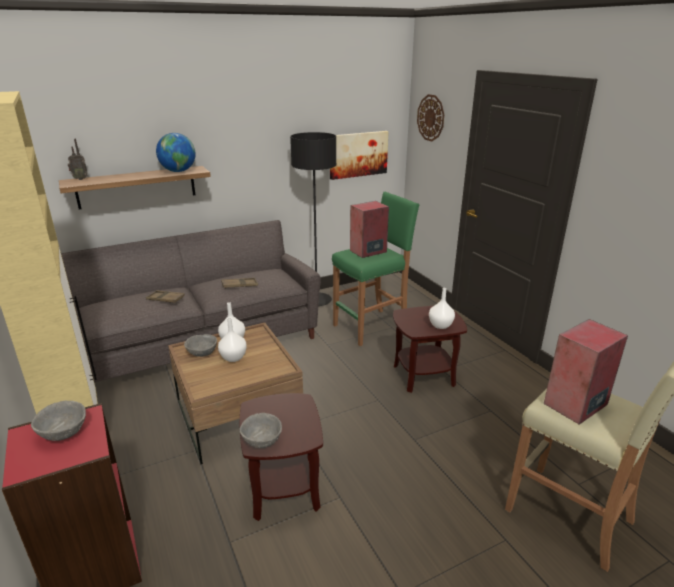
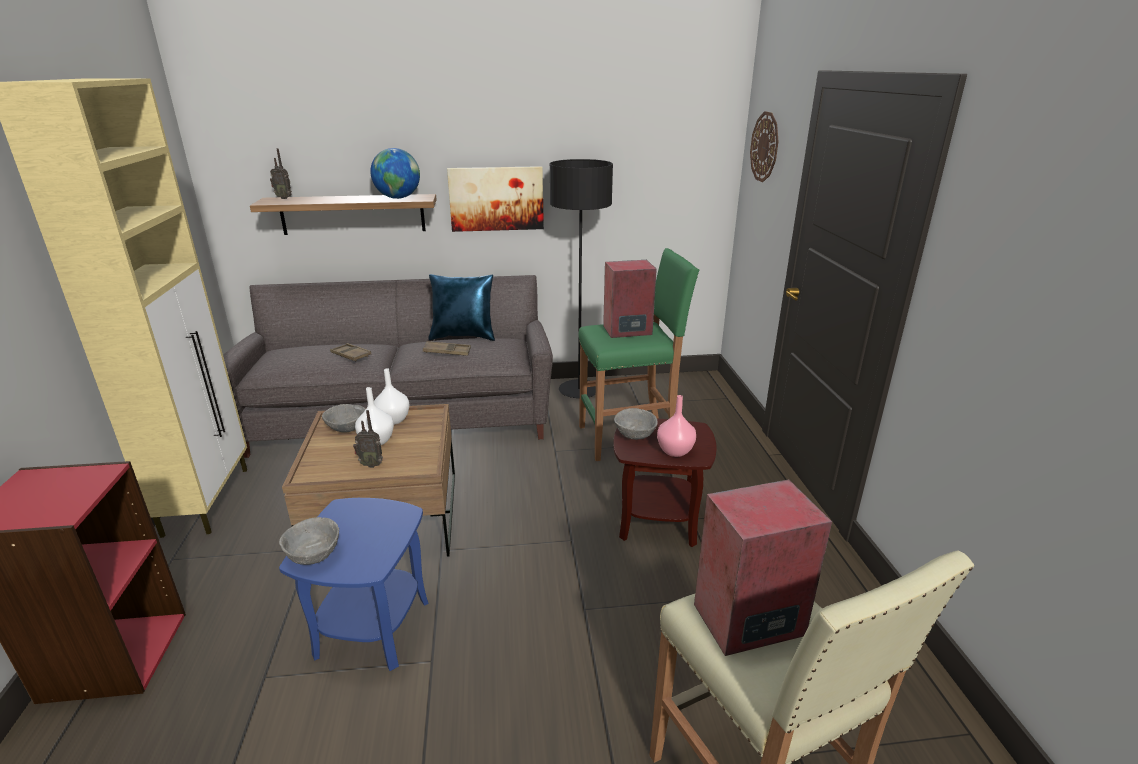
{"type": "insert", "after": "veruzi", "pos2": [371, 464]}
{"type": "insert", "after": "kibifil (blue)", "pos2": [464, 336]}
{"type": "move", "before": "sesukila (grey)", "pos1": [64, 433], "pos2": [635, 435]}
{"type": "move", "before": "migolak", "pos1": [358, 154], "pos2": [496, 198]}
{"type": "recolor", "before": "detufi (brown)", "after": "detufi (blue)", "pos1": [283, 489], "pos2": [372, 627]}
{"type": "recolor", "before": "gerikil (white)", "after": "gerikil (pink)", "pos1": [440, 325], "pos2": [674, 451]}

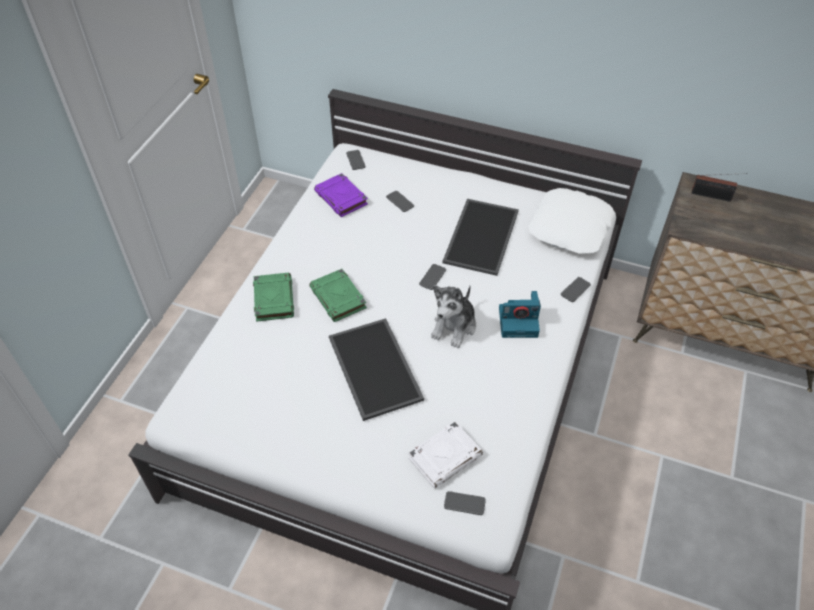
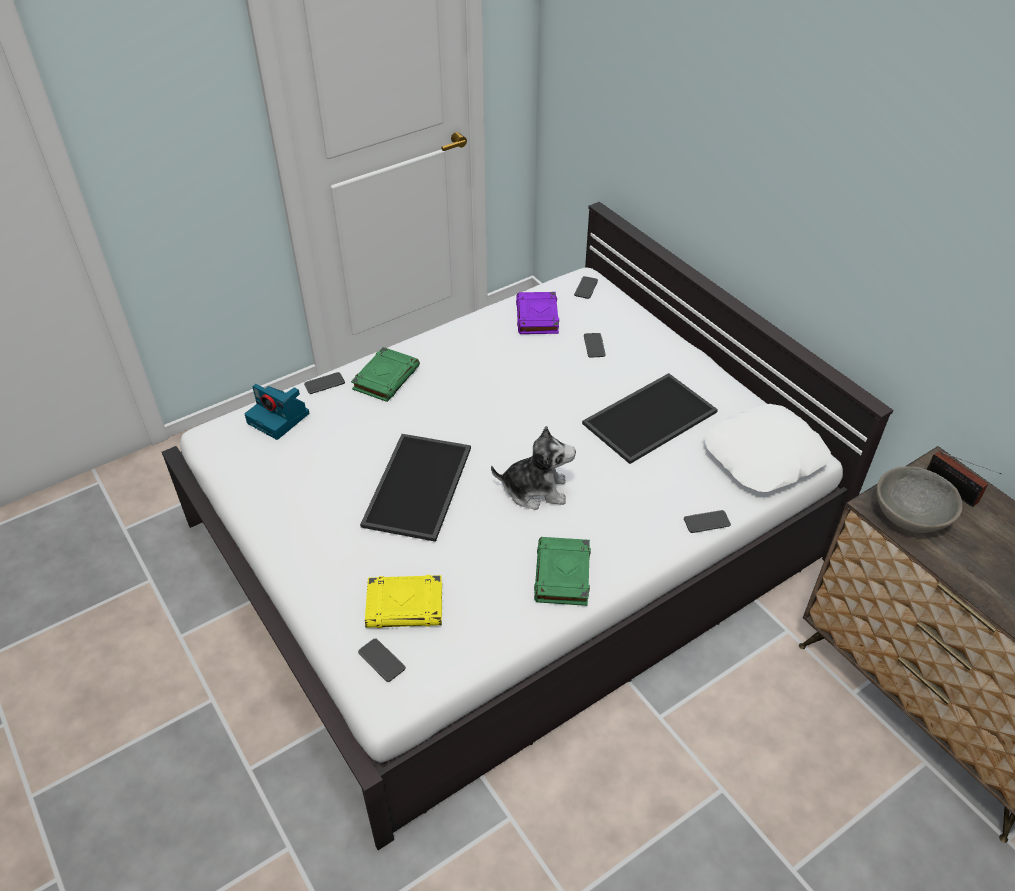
{"type": "insert", "after": "sesukila (grey)", "pos2": [910, 515]}
{"type": "move", "before": "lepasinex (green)", "pos1": [338, 298], "pos2": [563, 575]}
{"type": "move", "before": "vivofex", "pos1": [432, 277], "pos2": [324, 384]}
{"type": "move", "before": "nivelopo", "pos1": [519, 321], "pos2": [279, 418]}
{"type": "recolor", "before": "lepasinex (white)", "after": "lepasinex (yellow)", "pos1": [445, 456], "pos2": [405, 605]}
{"type": "rotate", "before": "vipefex", "pos1": [454, 326], "pos2": [535, 490], "turn": -150}

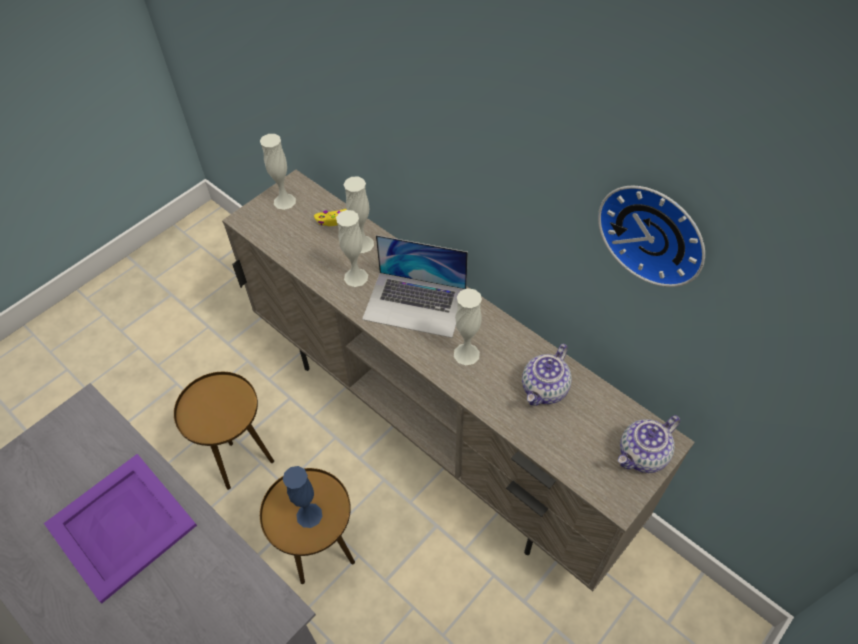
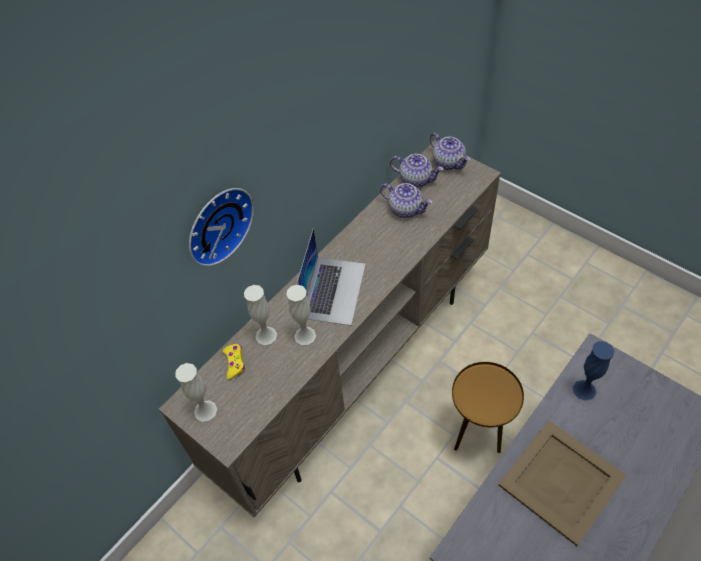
{"type": "delete", "before": "detufi (brown)", "pos1": [243, 464]}
{"type": "delete", "before": "gerikil (white)", "pos1": [466, 354]}
{"type": "insert", "after": "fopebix", "pos2": [416, 179]}
{"type": "move", "before": "gerikil (blue)", "pos1": [309, 515], "pos2": [584, 390]}
{"type": "move", "before": "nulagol", "pos1": [655, 232], "pos2": [217, 224]}
{"type": "recolor", "before": "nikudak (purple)", "after": "nikudak (beige)", "pos1": [121, 526], "pos2": [562, 480]}

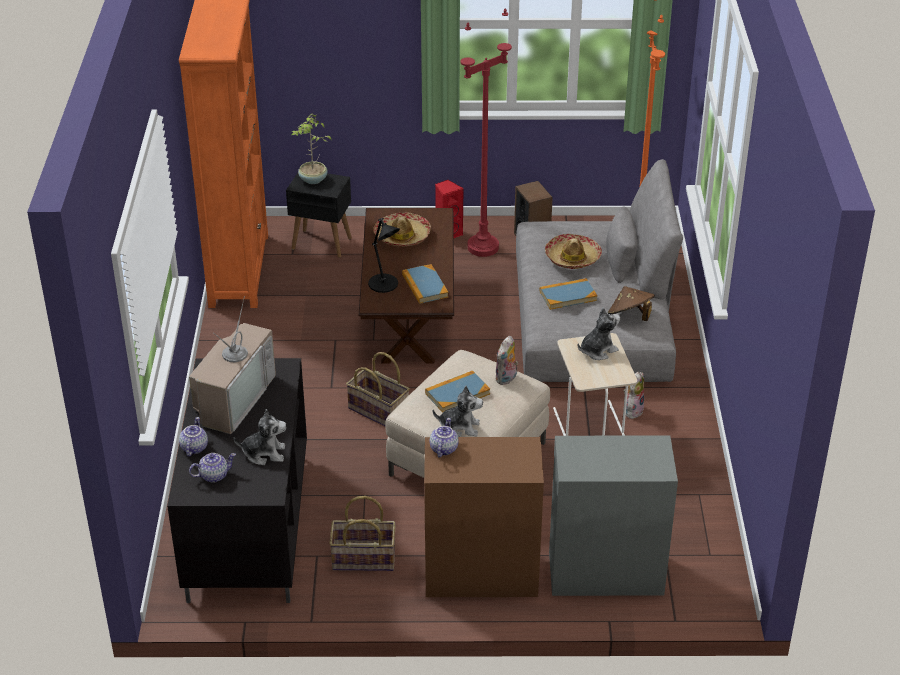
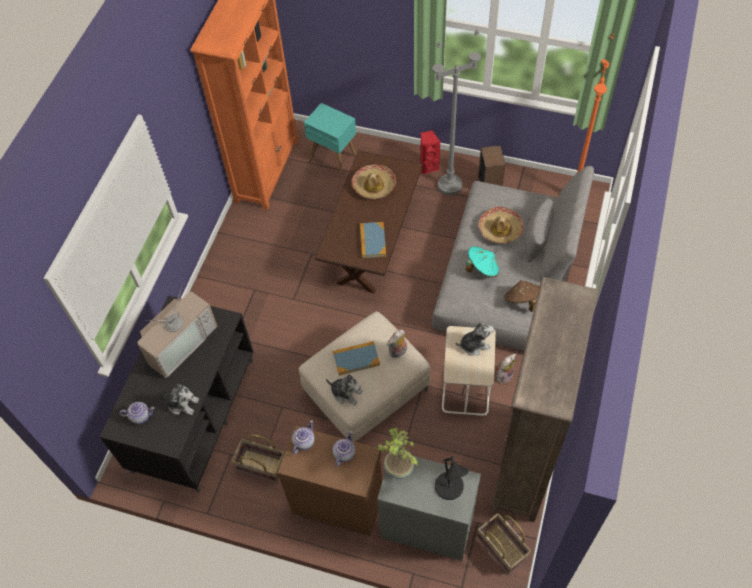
{"type": "insert", "after": "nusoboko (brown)", "pos2": [524, 464]}
{"type": "move", "before": "fopebix", "pos1": [193, 447], "pos2": [344, 453]}
{"type": "move", "before": "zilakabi", "pos1": [313, 180], "pos2": [399, 468]}
{"type": "move", "before": "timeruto", "pos1": [379, 411], "pos2": [502, 548]}
{"type": "move", "before": "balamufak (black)", "pos1": [384, 285], "pos2": [450, 488]}
{"type": "replace", "before": "lepasinex", "after": "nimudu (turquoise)", "pos1": [568, 296], "pos2": [482, 268]}
{"type": "recolor", "before": "detufi (black)", "after": "detufi (turquoise)", "pos1": [321, 243], "pos2": [333, 157]}
{"type": "recolor", "before": "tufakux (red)", "after": "tufakux (grey)", "pos1": [483, 247], "pos2": [449, 186]}

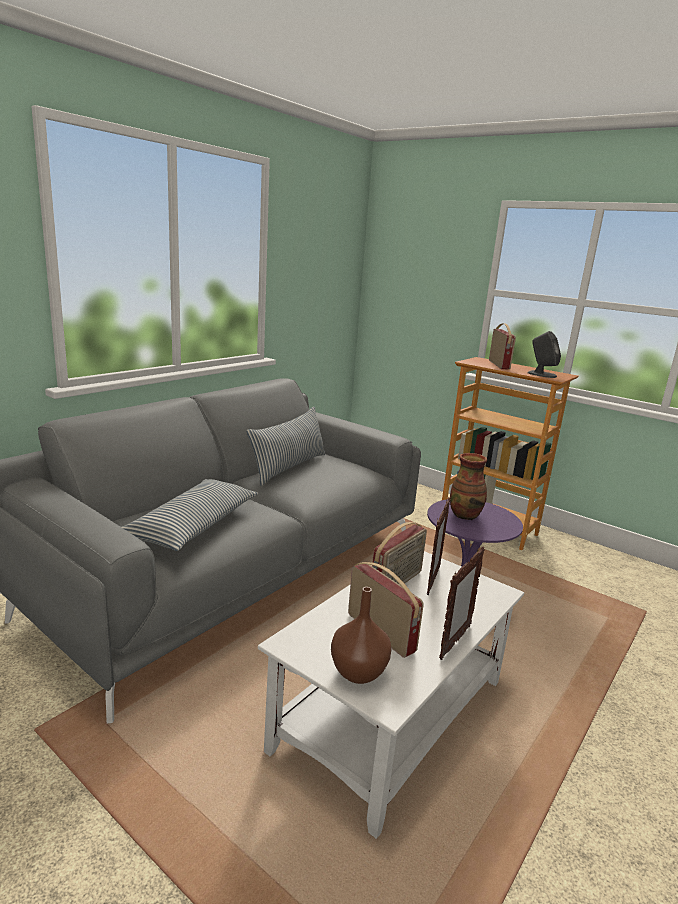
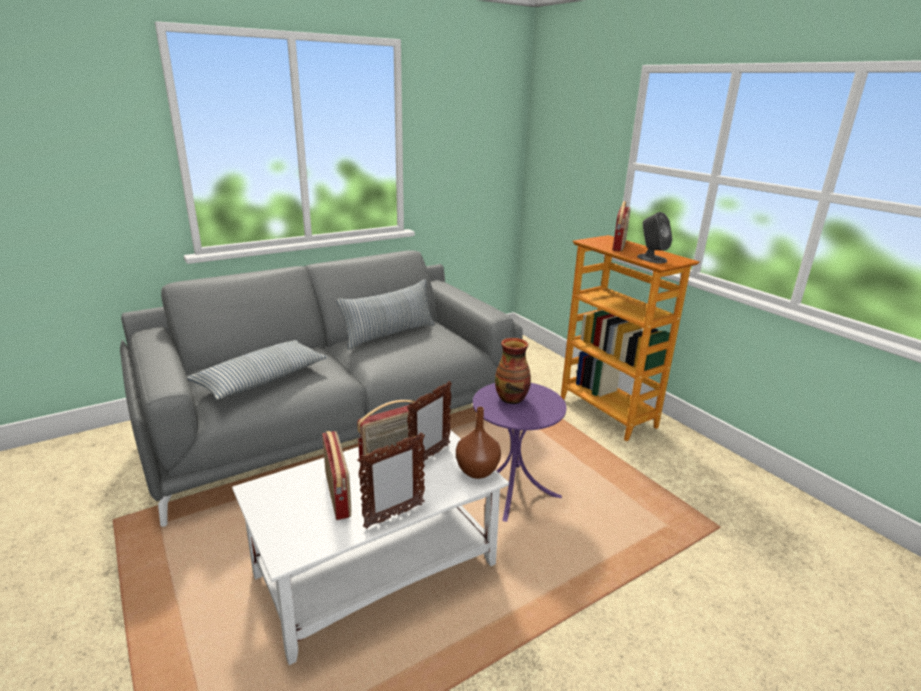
{"type": "move", "before": "gerikil (brown)", "pos1": [357, 673], "pos2": [476, 471]}

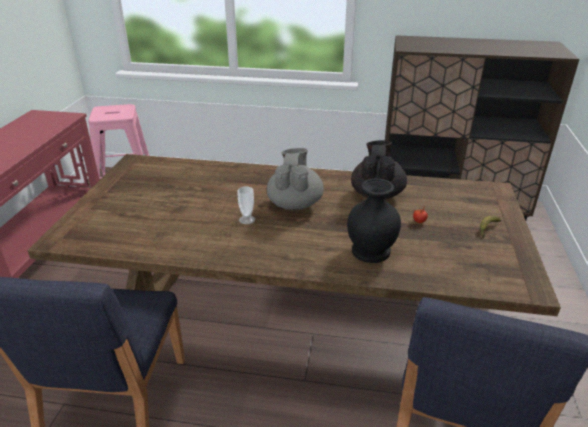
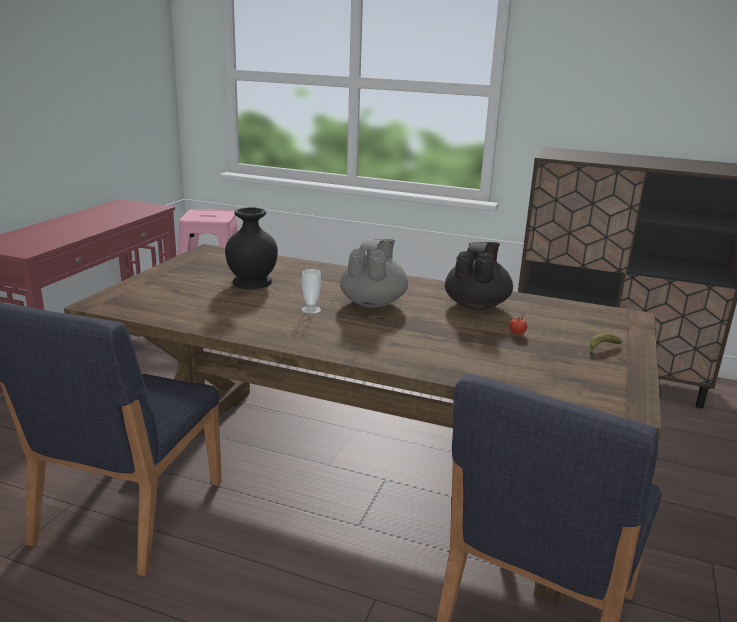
{"type": "move", "before": "gerikil (black)", "pos1": [371, 250], "pos2": [253, 282]}

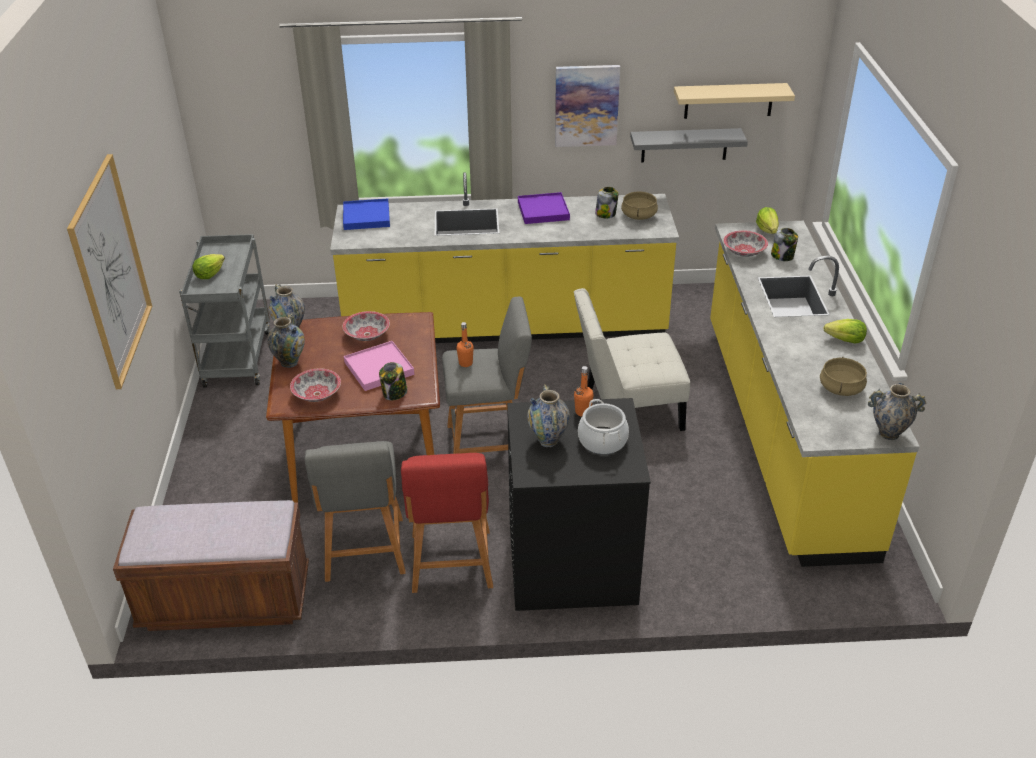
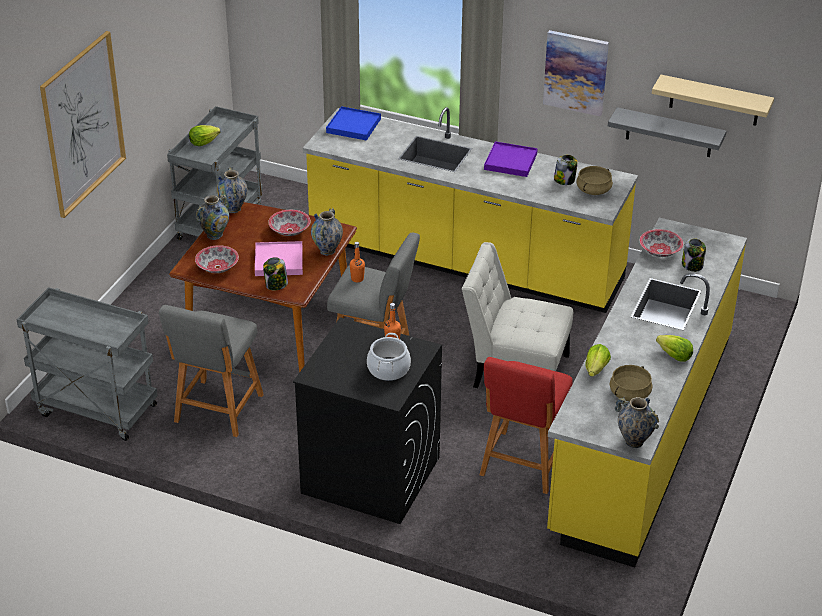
{"type": "move", "before": "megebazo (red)", "pos1": [451, 565], "pos2": [522, 465]}
{"type": "move", "before": "gerikil", "pos1": [548, 440], "pos2": [327, 251]}
{"type": "move", "before": "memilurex", "pos1": [767, 230], "pos2": [596, 369]}
{"type": "replace", "before": "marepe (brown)", "after": "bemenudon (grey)", "pos1": [225, 601], "pos2": [95, 410]}

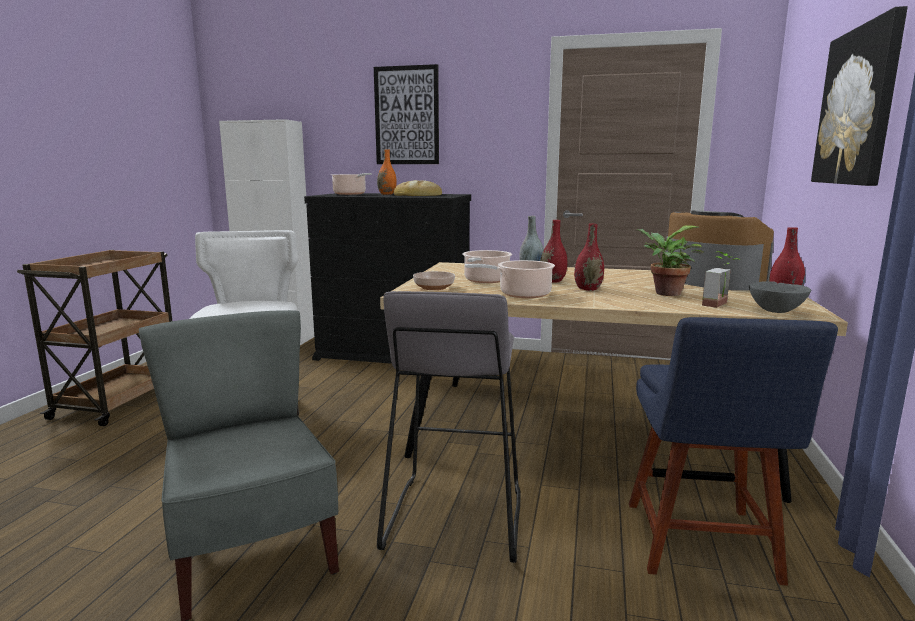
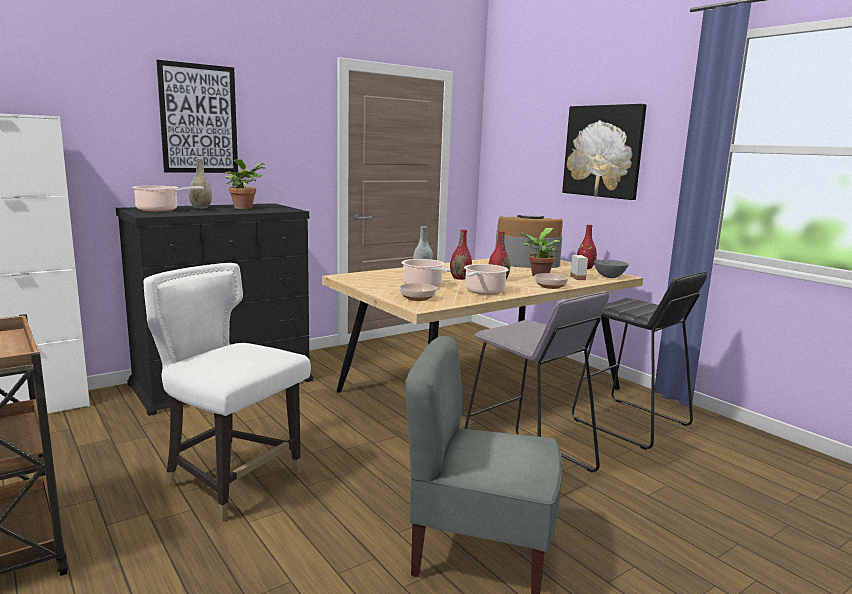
{"type": "insert", "after": "sesukila", "pos2": [550, 286]}
{"type": "replace", "before": "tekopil", "after": "zilakabi", "pos1": [418, 195], "pos2": [244, 208]}
{"type": "replace", "before": "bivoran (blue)", "after": "megebazo (black)", "pos1": [702, 546], "pos2": [631, 423]}
{"type": "recolor", "before": "gerikil (orange)", "after": "gerikil (grey)", "pos1": [387, 194], "pos2": [201, 208]}

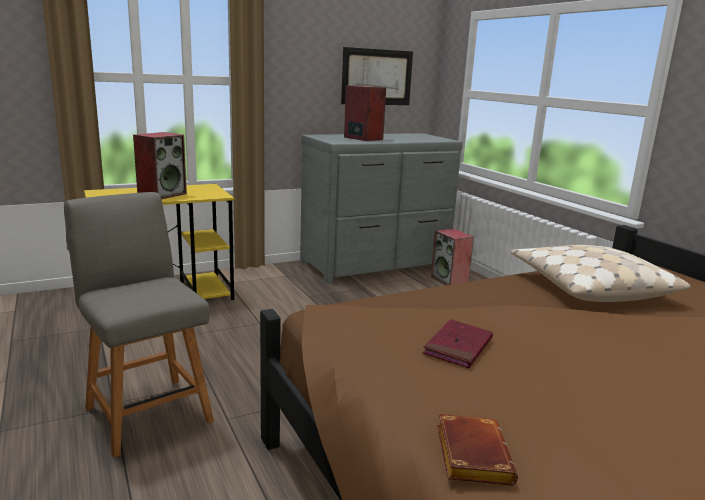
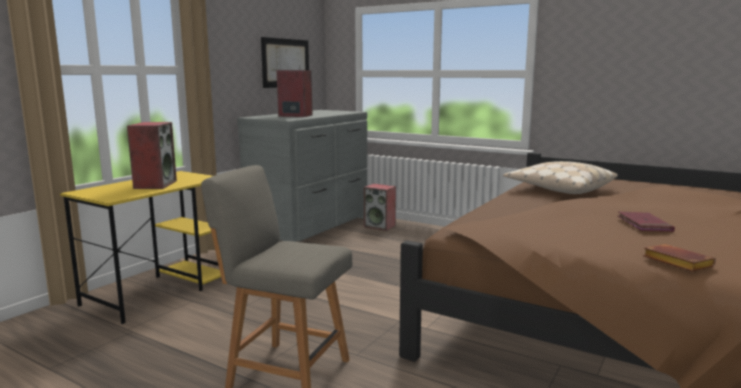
{"type": "move", "before": "lepasinex (red)", "pos1": [458, 347], "pos2": [644, 224]}

